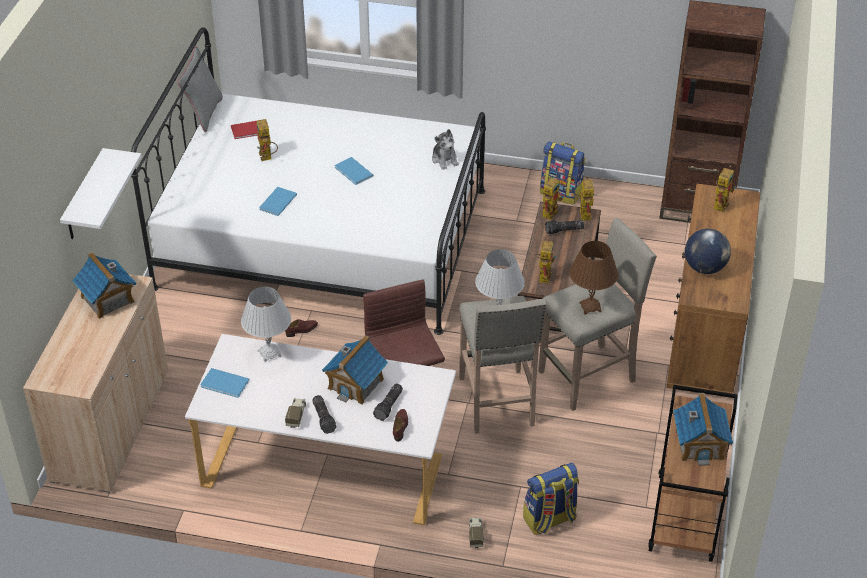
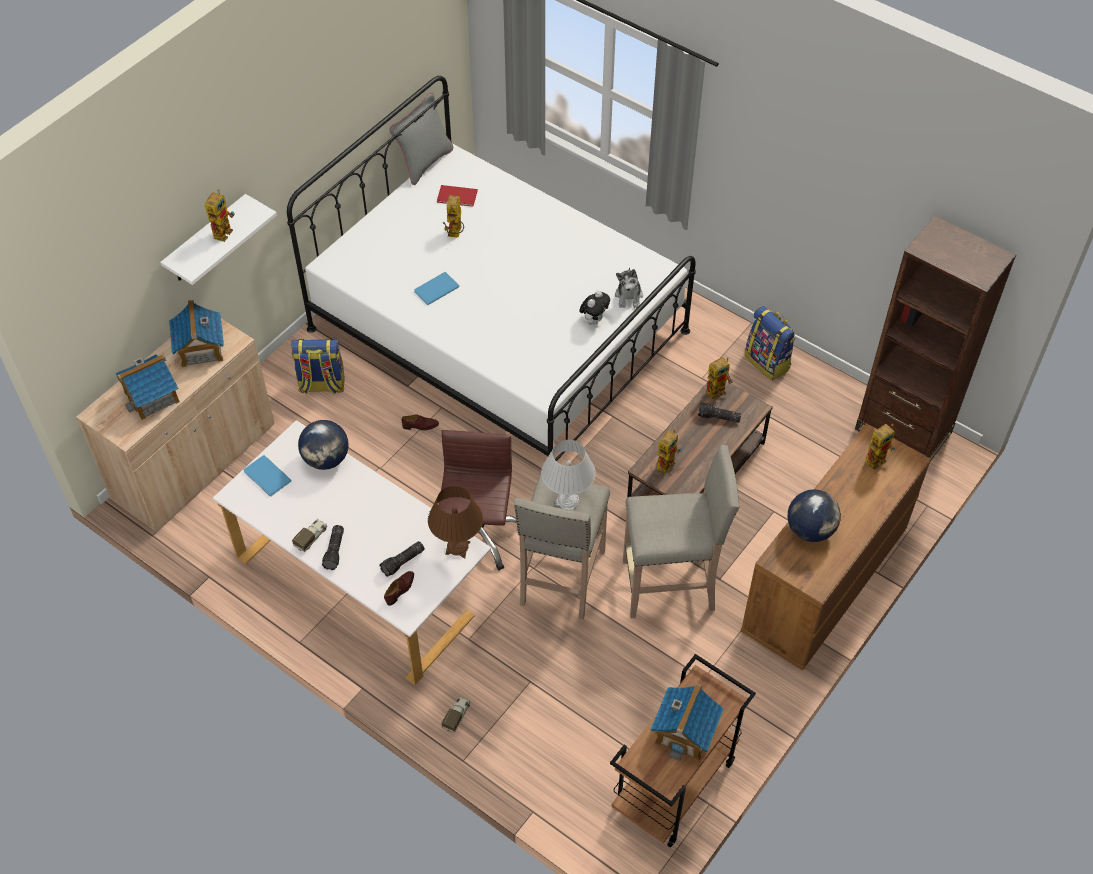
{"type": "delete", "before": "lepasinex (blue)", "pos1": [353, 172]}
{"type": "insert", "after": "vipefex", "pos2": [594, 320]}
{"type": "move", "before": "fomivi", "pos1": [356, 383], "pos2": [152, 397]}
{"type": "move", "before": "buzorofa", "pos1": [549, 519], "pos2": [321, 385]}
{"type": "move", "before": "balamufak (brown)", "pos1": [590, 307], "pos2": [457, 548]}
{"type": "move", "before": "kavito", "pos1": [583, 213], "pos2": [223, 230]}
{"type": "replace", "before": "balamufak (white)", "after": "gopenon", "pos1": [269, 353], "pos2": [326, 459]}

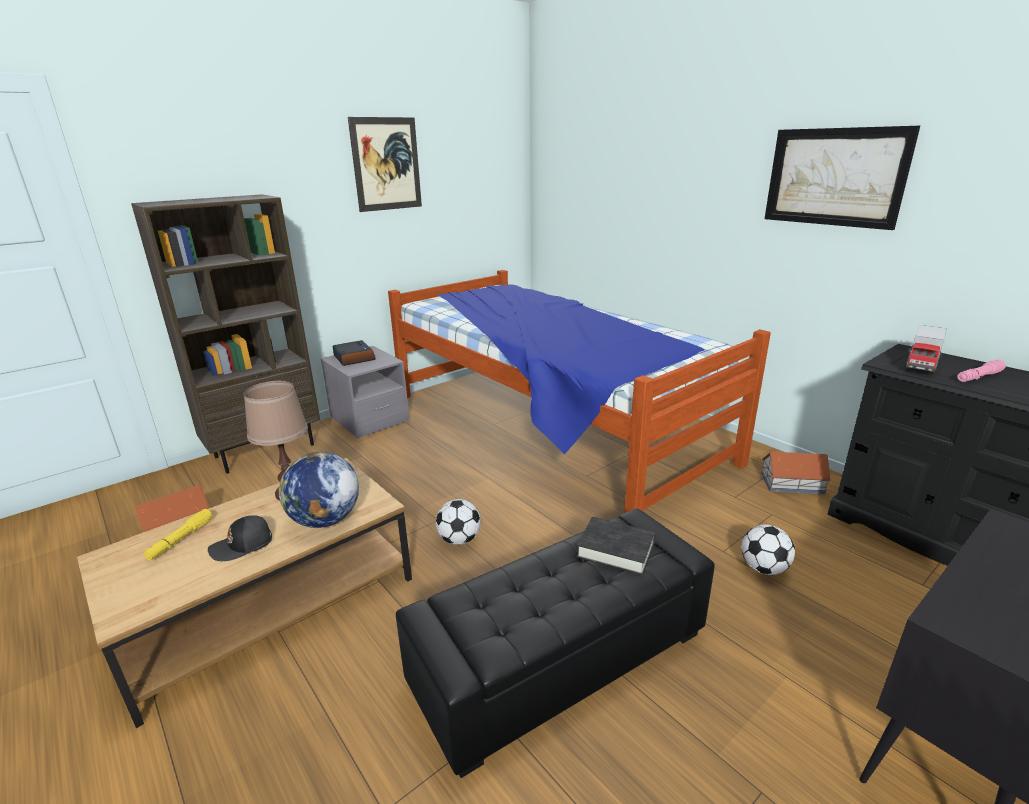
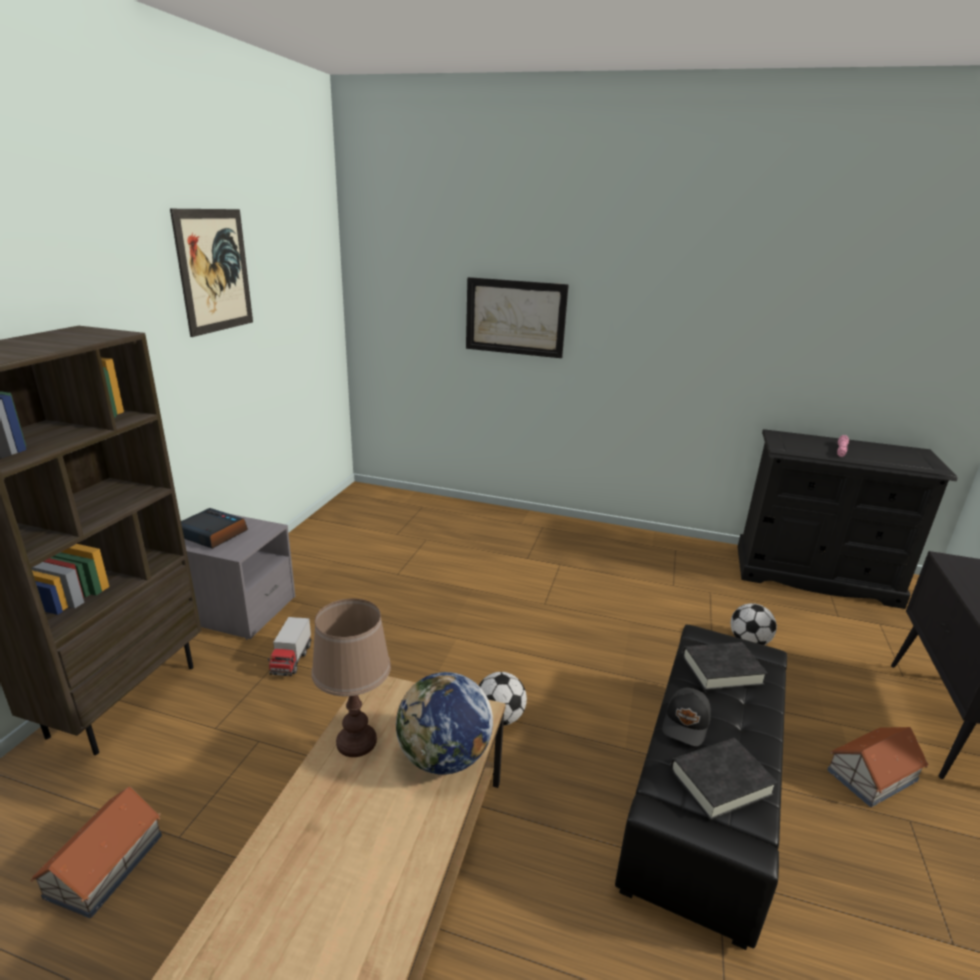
{"type": "delete", "before": "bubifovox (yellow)", "pos1": [181, 539]}
{"type": "delete", "before": "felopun", "pos1": [549, 427]}
{"type": "insert", "after": "lepasinex (black)", "pos2": [720, 782]}
{"type": "move", "before": "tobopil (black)", "pos1": [243, 546], "pos2": [687, 724]}
{"type": "move", "before": "fomivi", "pos1": [792, 483], "pos2": [873, 775]}
{"type": "move", "before": "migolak", "pos1": [835, 177], "pos2": [515, 317]}
{"type": "move", "before": "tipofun", "pos1": [921, 366], "pos2": [291, 660]}

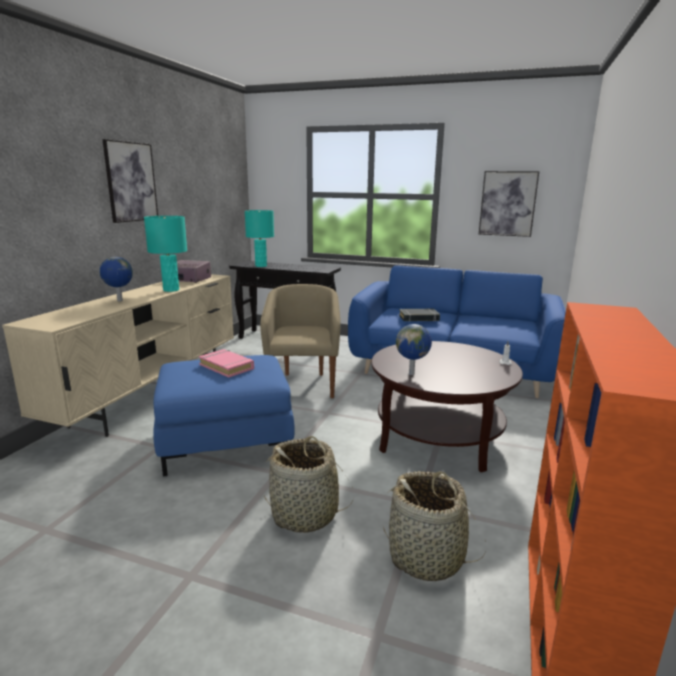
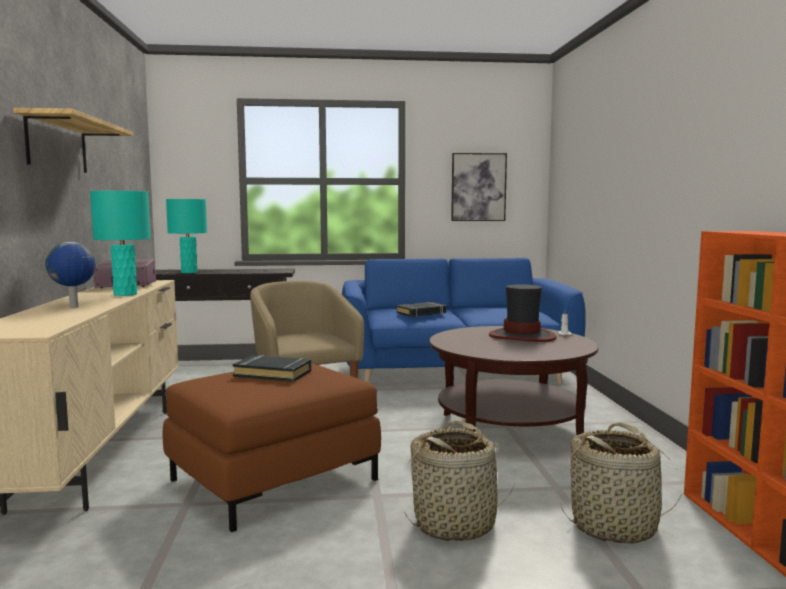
{"type": "delete", "before": "gopenon", "pos1": [412, 373]}
{"type": "insert", "after": "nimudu", "pos2": [522, 336]}
{"type": "replace", "before": "migolak", "after": "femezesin", "pos1": [131, 182], "pos2": [57, 145]}
{"type": "recolor", "before": "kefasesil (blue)", "after": "kefasesil (brown)", "pos1": [226, 441], "pos2": [274, 479]}
{"type": "recolor", "before": "lepasinex (pink)", "after": "lepasinex (black)", "pos1": [227, 366], "pos2": [273, 374]}

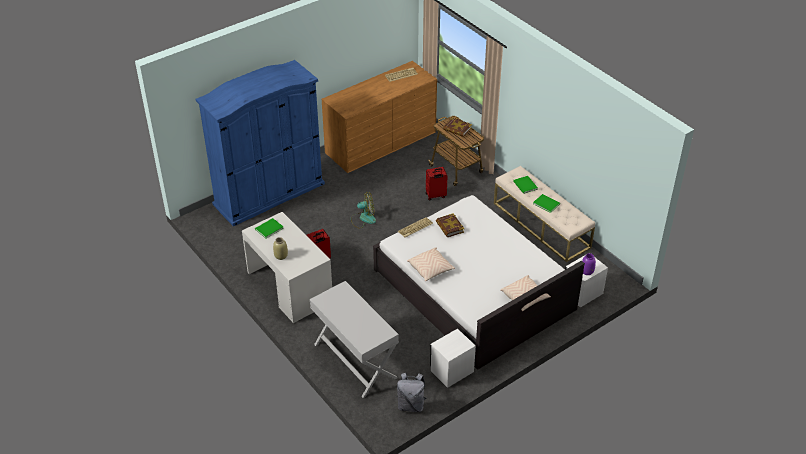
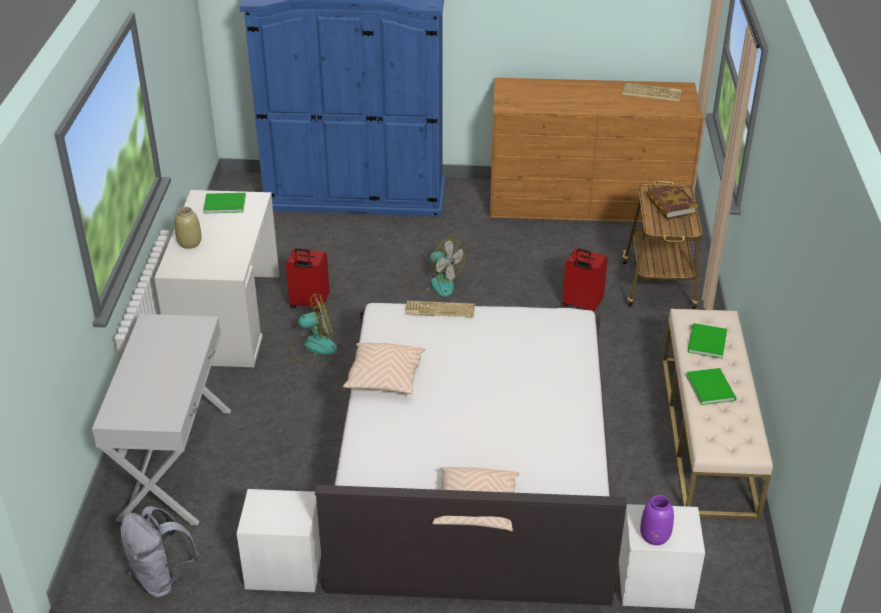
{"type": "delete", "before": "lepasinex", "pos1": [449, 227]}
{"type": "insert", "after": "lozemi", "pos2": [312, 347]}

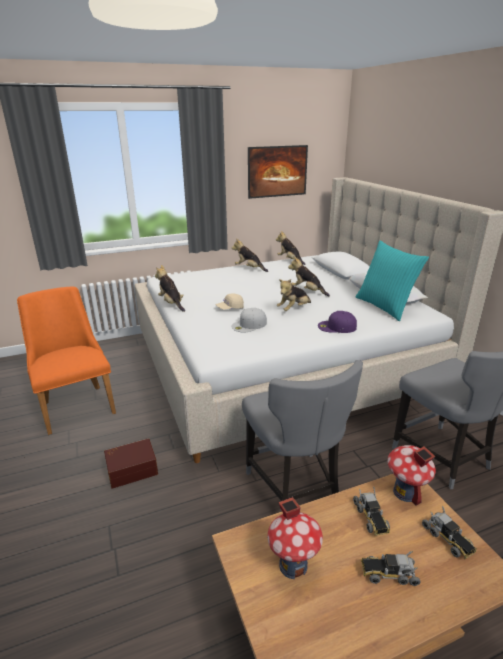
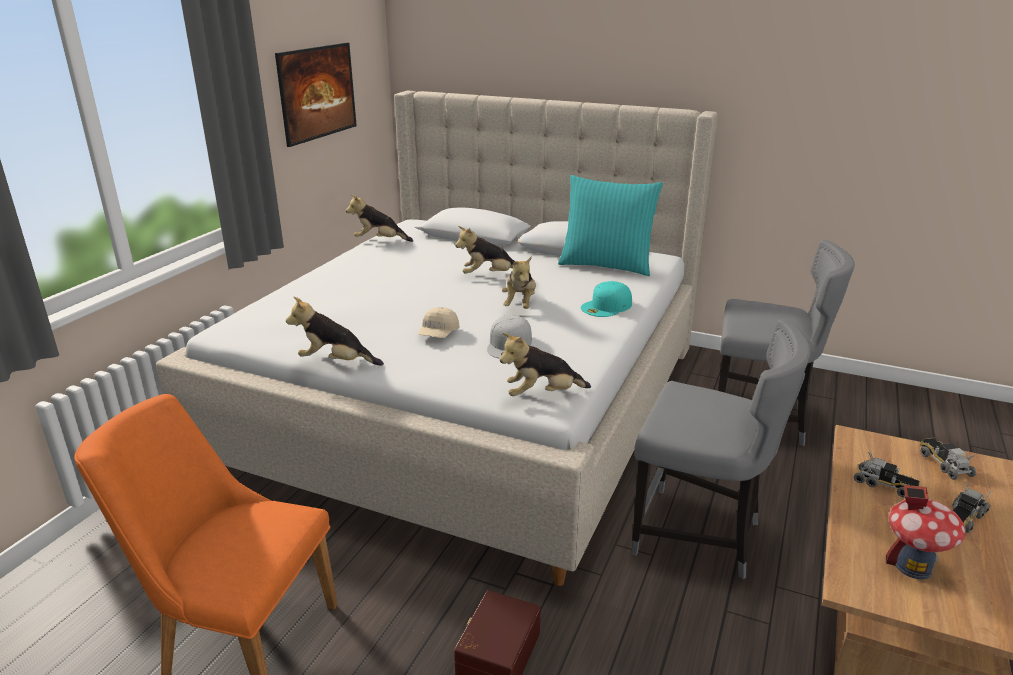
{"type": "delete", "before": "fomivi", "pos1": [405, 492]}
{"type": "move", "before": "vipefex", "pos1": [249, 269], "pos2": [542, 395]}
{"type": "recolor", "before": "tobopil (purple)", "after": "tobopil (turquoise)", "pos1": [336, 327], "pos2": [606, 306]}
{"type": "rotate", "before": "tipofun", "pos1": [448, 539], "pos2": [944, 464], "turn": -120}

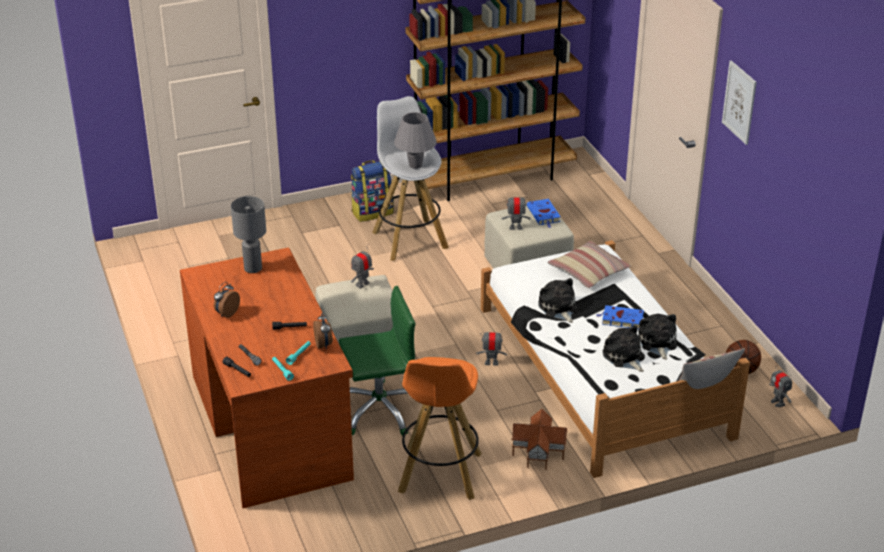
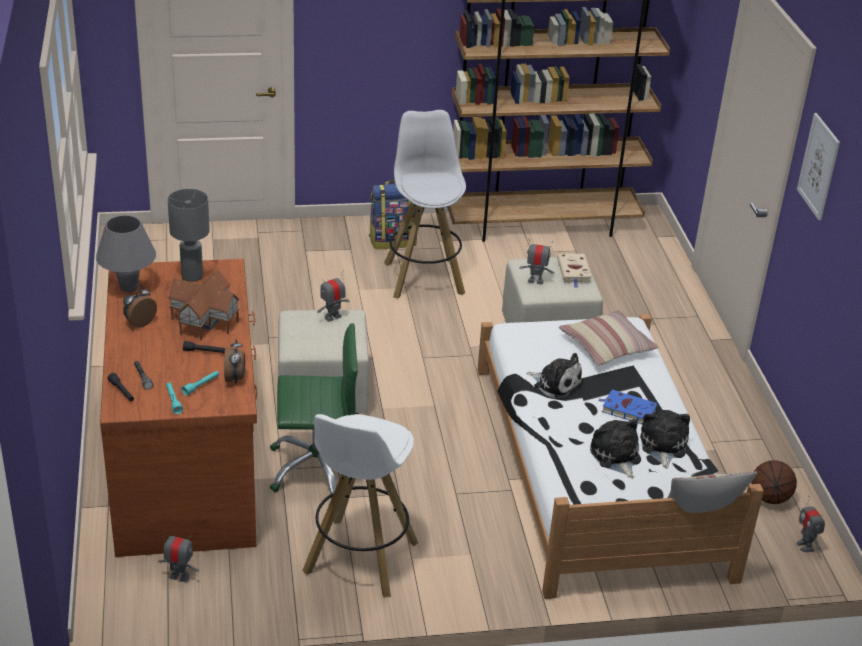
{"type": "move", "before": "balamufak (grey)", "pos1": [415, 165], "pos2": [129, 287]}
{"type": "move", "before": "kavito", "pos1": [491, 362], "pos2": [179, 577]}
{"type": "move", "before": "fomivi", "pos1": [539, 452], "pos2": [205, 321]}
{"type": "recolor", "before": "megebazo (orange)", "after": "megebazo (white)", "pos1": [440, 474], "pos2": [360, 559]}
{"type": "recolor", "before": "lepasinex (blue)", "after": "lepasinex (beige)", "pos1": [544, 215], "pos2": [574, 272]}
{"type": "rotate", "before": "vipefex", "pos1": [558, 308], "pos2": [555, 384], "turn": 135}

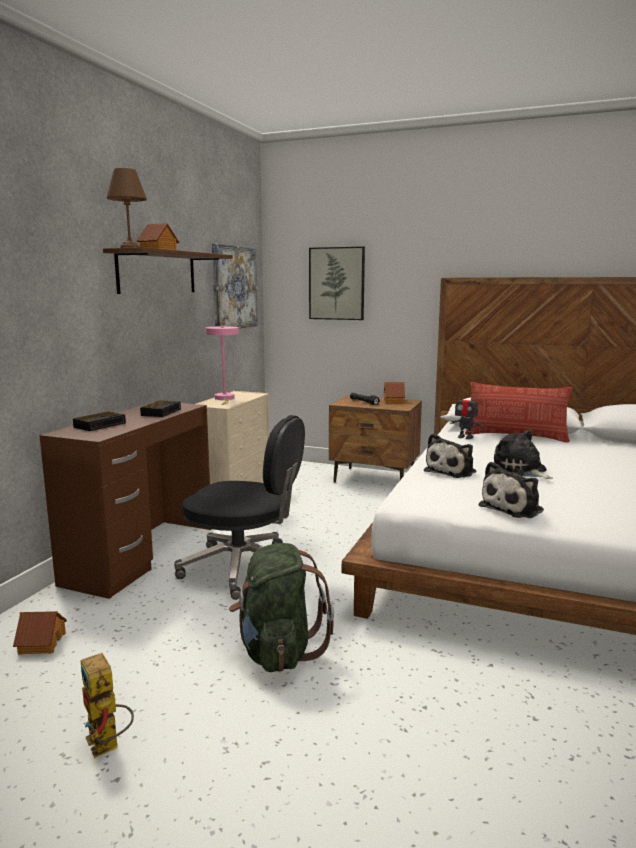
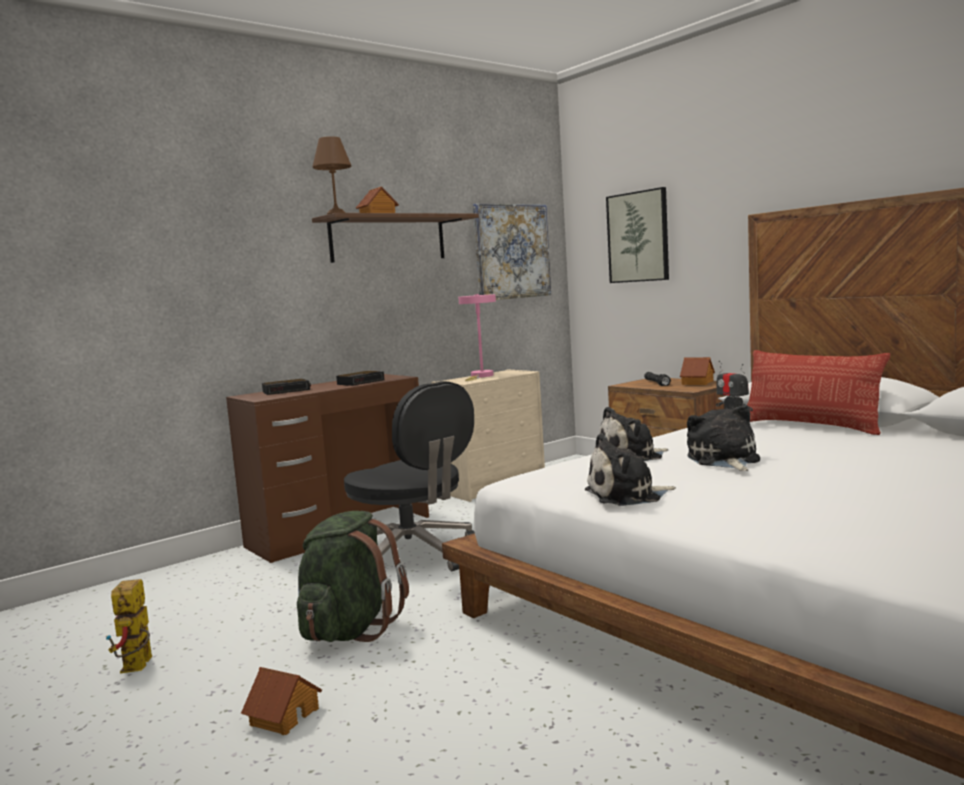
{"type": "move", "before": "fomivi", "pos1": [41, 643], "pos2": [283, 716]}

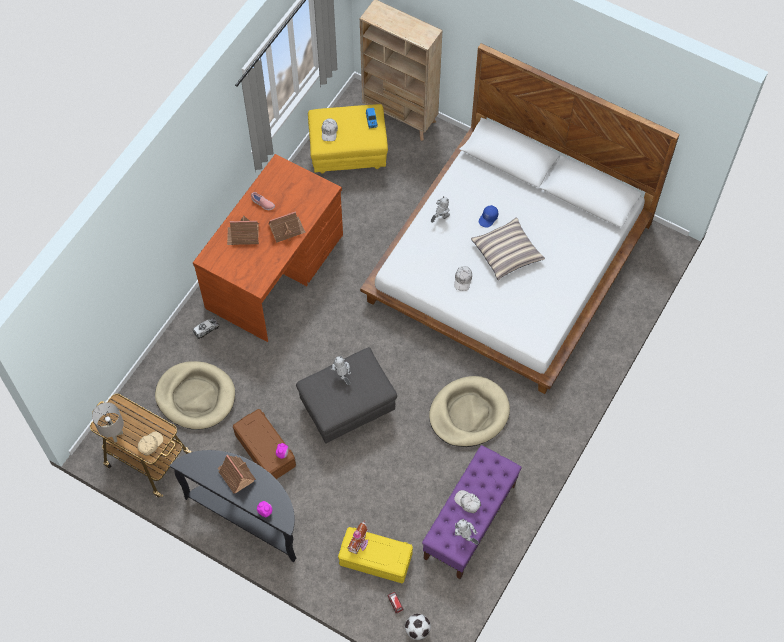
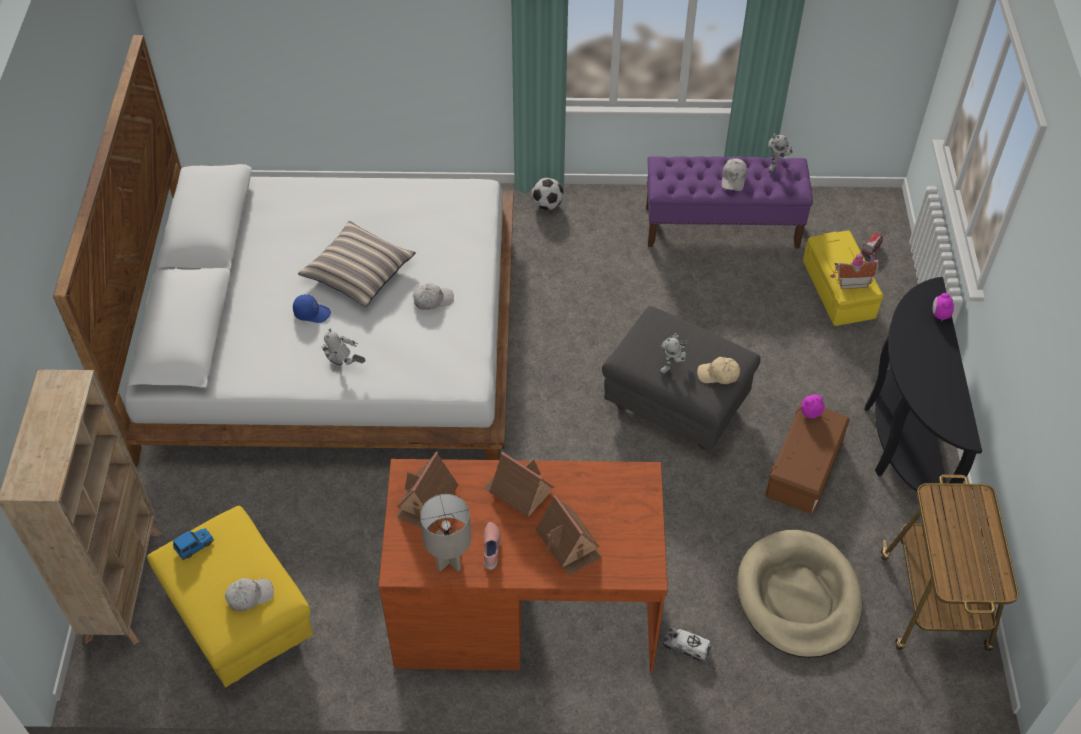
{"type": "delete", "before": "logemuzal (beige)", "pos1": [469, 413]}
{"type": "move", "before": "balamufak (grey)", "pos1": [114, 434], "pos2": [449, 561]}
{"type": "move", "before": "tobopil (beige)", "pos1": [150, 444], "pos2": [718, 374]}
{"type": "move", "before": "fomivi", "pos1": [236, 475], "pos2": [426, 501]}
{"type": "move", "before": "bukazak", "pos1": [417, 630], "pos2": [547, 205]}

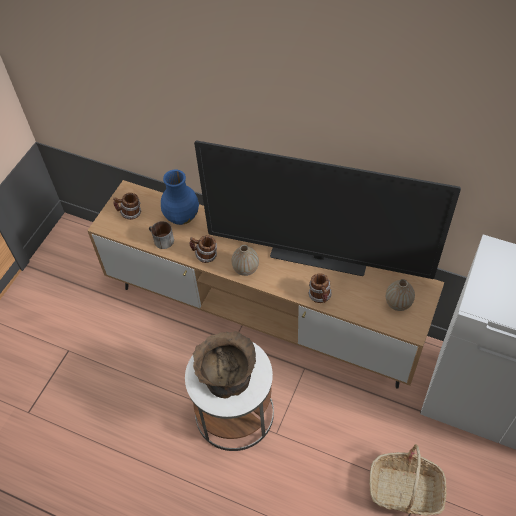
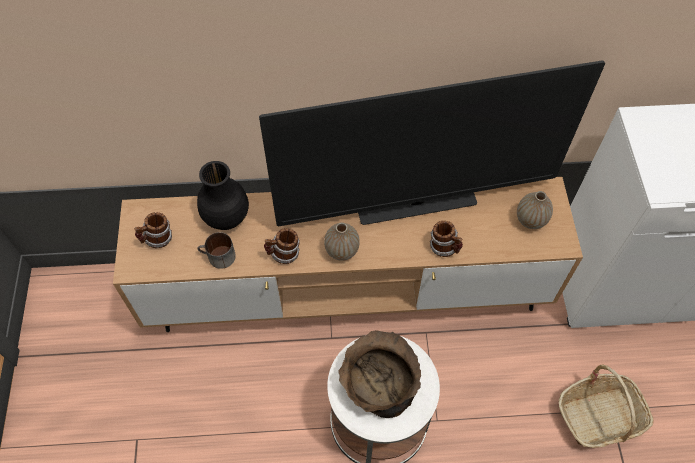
{"type": "recolor", "before": "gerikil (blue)", "after": "gerikil (black)", "pos1": [181, 217], "pos2": [226, 218]}

